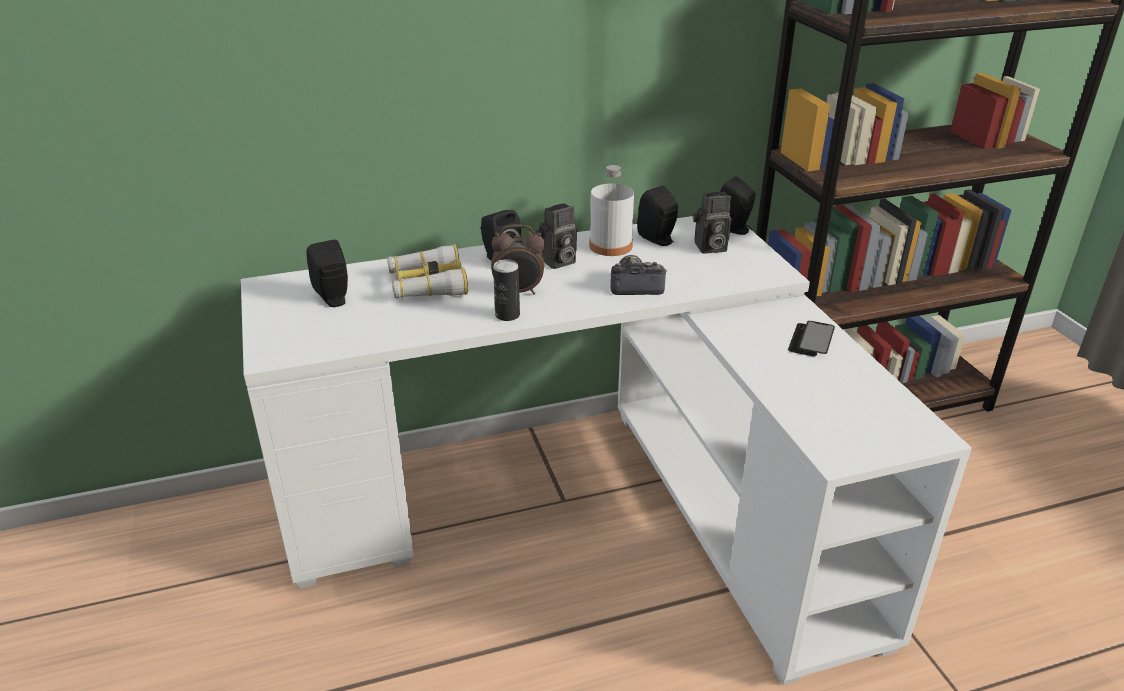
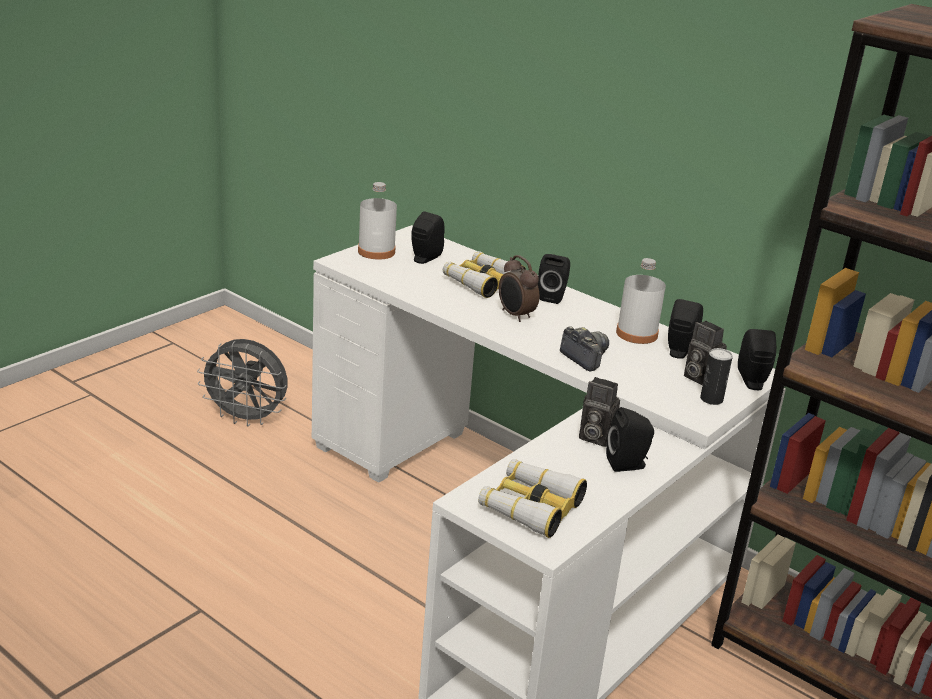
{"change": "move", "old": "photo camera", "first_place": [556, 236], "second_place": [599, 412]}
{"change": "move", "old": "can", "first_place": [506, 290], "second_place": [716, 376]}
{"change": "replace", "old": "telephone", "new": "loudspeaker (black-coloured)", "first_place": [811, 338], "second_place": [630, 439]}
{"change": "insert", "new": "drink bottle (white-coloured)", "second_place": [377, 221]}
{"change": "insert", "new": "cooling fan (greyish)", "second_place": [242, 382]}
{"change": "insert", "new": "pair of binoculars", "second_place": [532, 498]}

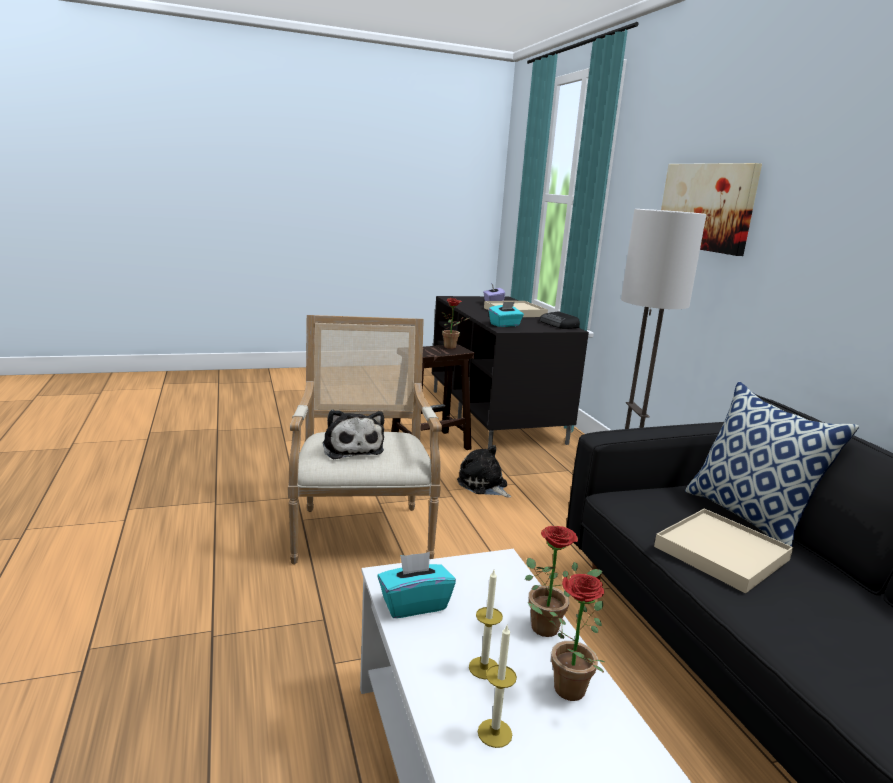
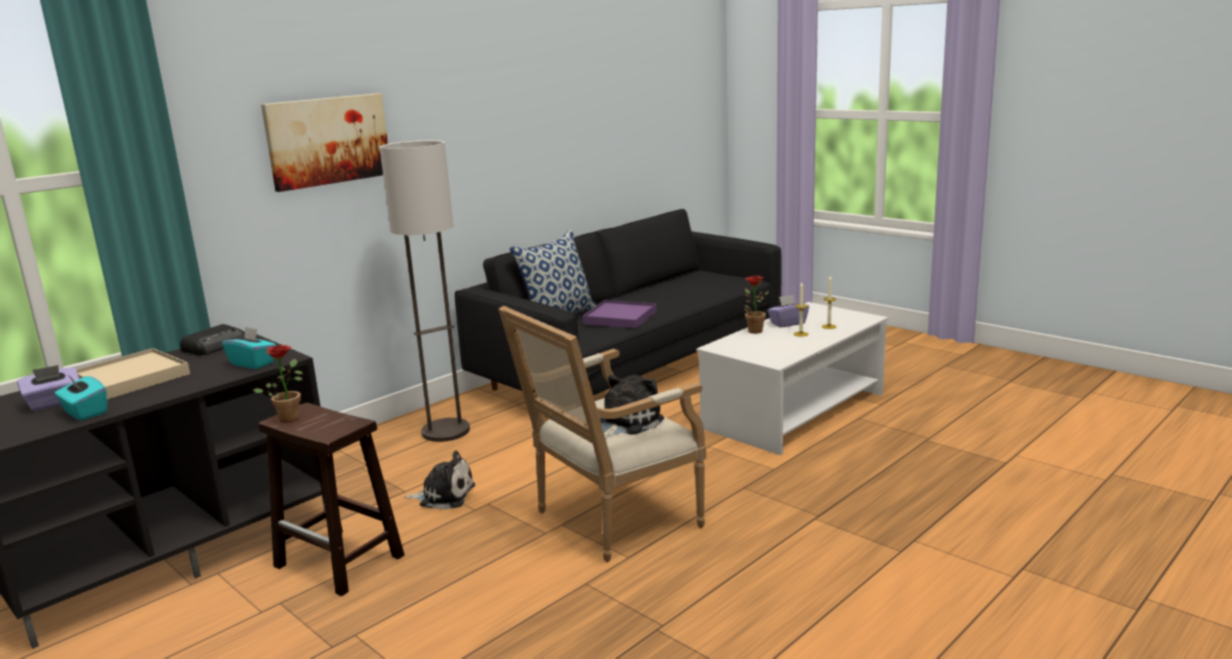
{"change": "rotate", "old": "cuddly toy", "first_place": [484, 471], "second_place": [439, 480], "degrees": -105}
{"change": "recolor", "old": "tray (beige-coloured)", "new": "tray (purple-coloured)", "first_place": [723, 551], "second_place": [619, 314]}
{"change": "move", "old": "tissue holder (turquoise-coloured)", "first_place": [416, 585], "second_place": [80, 397]}
{"change": "replace", "old": "houseplant", "new": "tissue holder (purple-coloured)", "first_place": [566, 637], "second_place": [788, 311]}

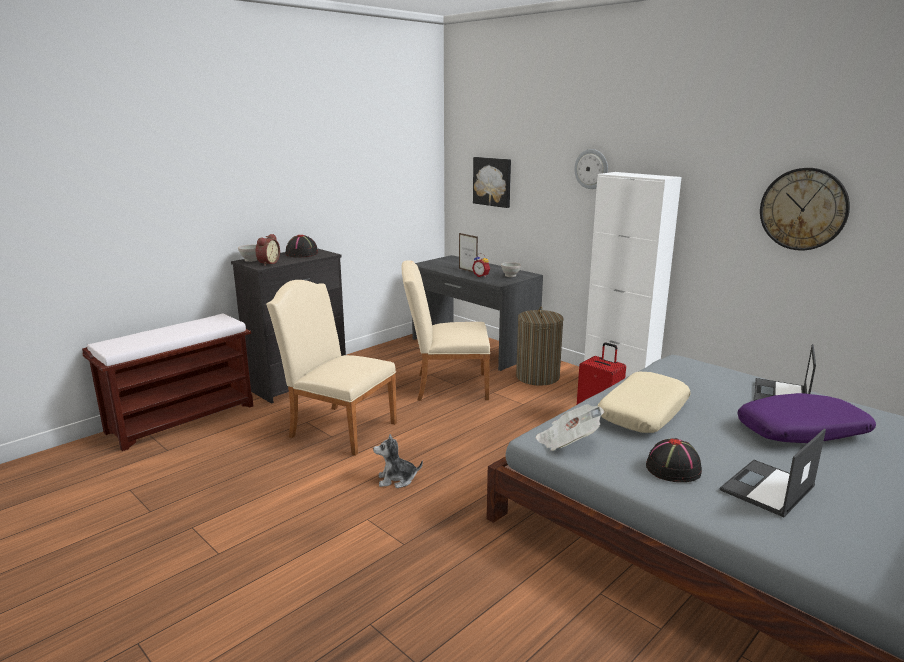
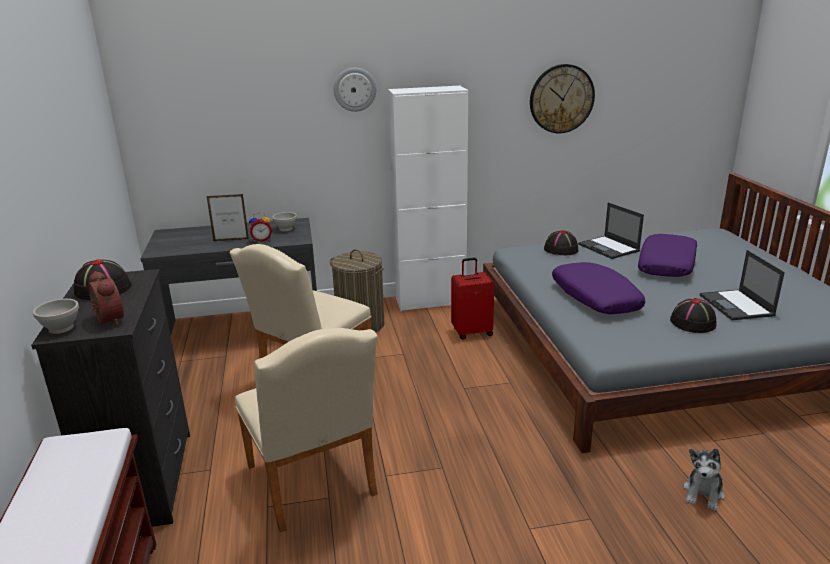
{"change": "delete", "old": "picture", "first_place": [492, 182]}
{"change": "rotate", "old": "plain chair (beige-coloured)", "first_place": [331, 368], "second_place": [306, 430], "degrees": -90}
{"change": "recolor", "old": "throw pillow (beige-coloured)", "new": "throw pillow (purple-coloured)", "first_place": [644, 402], "second_place": [598, 288]}
{"change": "delete", "old": "daily paper", "first_place": [570, 427]}
{"change": "move", "old": "cuddly toy", "first_place": [398, 461], "second_place": [704, 479]}
{"change": "insert", "new": "wearable hat (black-coloured)", "second_place": [561, 242]}

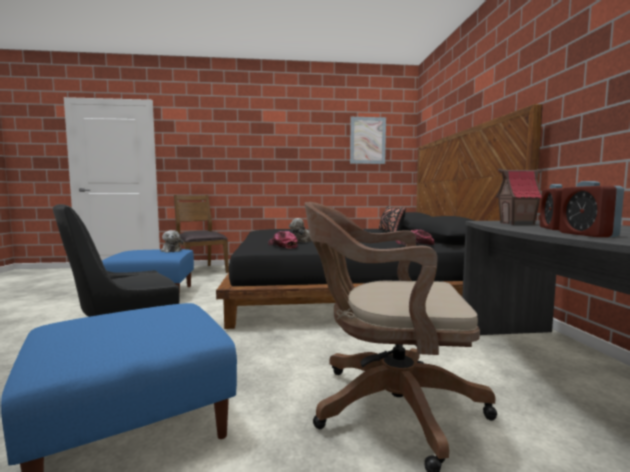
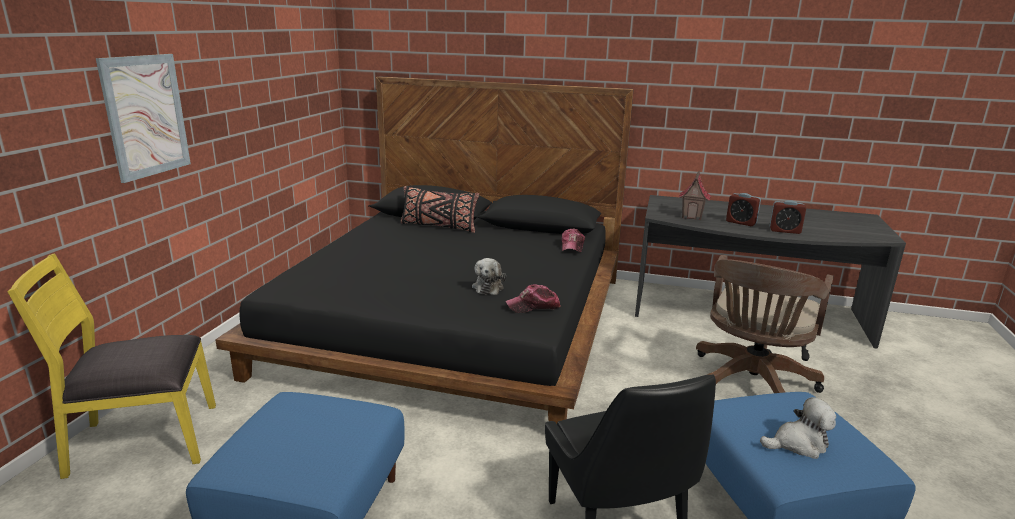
{"change": "move", "old": "picture", "first_place": [368, 140], "second_place": [143, 118]}
{"change": "recolor", "old": "plain chair (brownish)", "new": "plain chair (yellow)", "first_place": [201, 234], "second_place": [111, 366]}
{"change": "move", "old": "cuddly toy", "first_place": [172, 241], "second_place": [798, 428]}

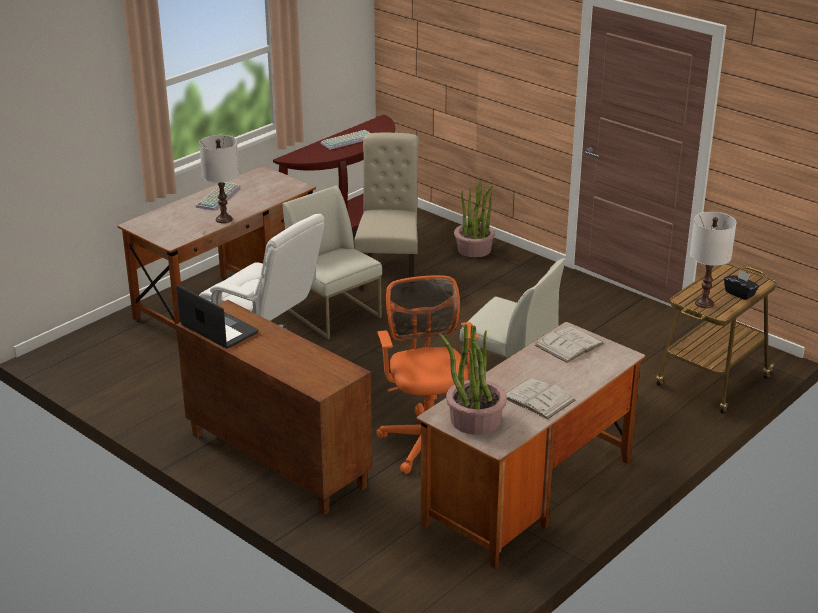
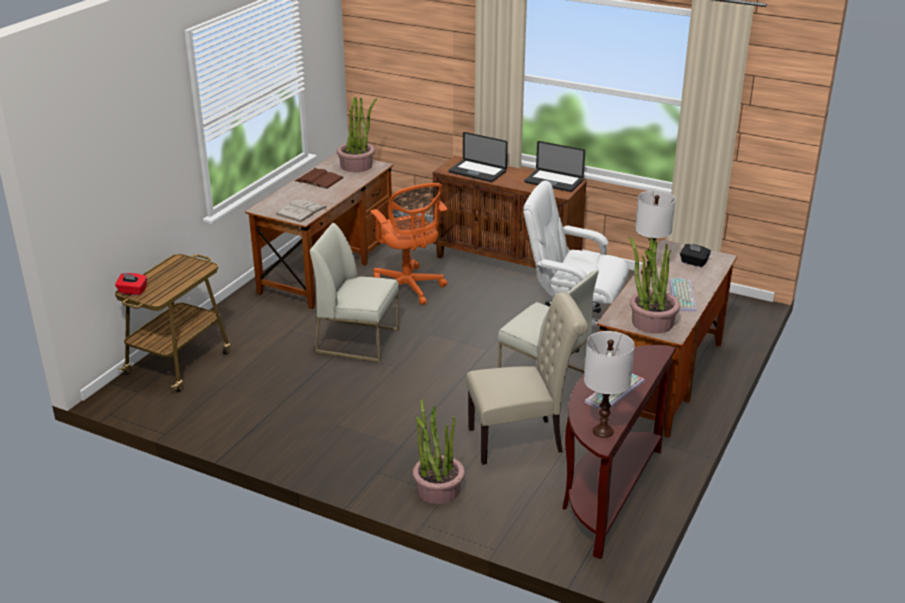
{"change": "rotate", "old": "plain chair (beige-coloured)", "first_place": [387, 212], "second_place": [527, 378], "degrees": -90}
{"change": "move", "old": "lamp for a table (white-coloured)", "first_place": [713, 260], "second_place": [609, 384]}
{"change": "move", "old": "tissue holder (black-coloured)", "first_place": [741, 285], "second_place": [695, 255]}
{"change": "recolor", "old": "volume (white-coloured)", "new": "volume (brownish)", "first_place": [541, 399], "second_place": [319, 178]}
{"change": "insert", "new": "notebook computer", "second_place": [478, 157]}
{"change": "insert", "new": "houseplant", "second_place": [654, 285]}
{"change": "insert", "new": "tissue holder (reddish)", "second_place": [131, 284]}

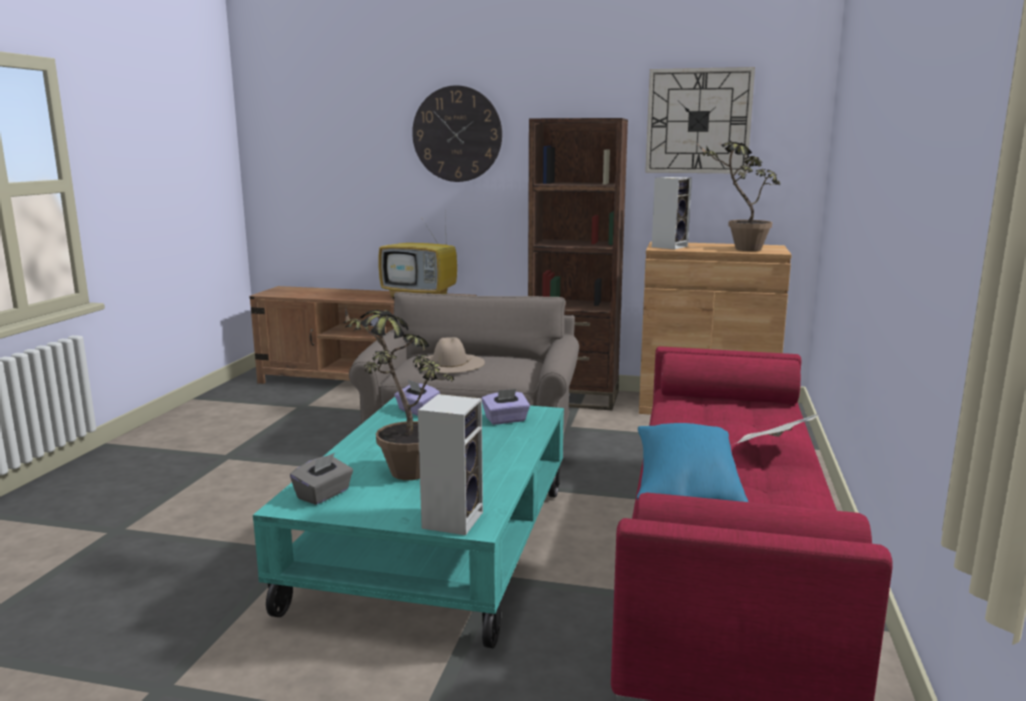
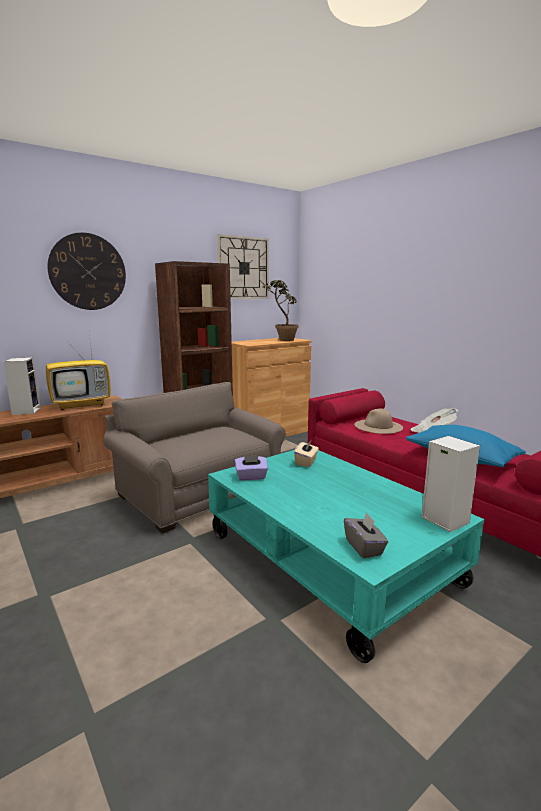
{"change": "move", "old": "loudspeaker", "first_place": [672, 213], "second_place": [22, 386]}
{"change": "delete", "old": "houseplant", "first_place": [398, 392]}
{"change": "move", "old": "wearable hat (beige-coloured)", "first_place": [450, 355], "second_place": [378, 421]}
{"change": "recolor", "old": "tissue holder (purple-coloured)", "new": "tissue holder (beige-coloured)", "first_place": [506, 407], "second_place": [306, 453]}

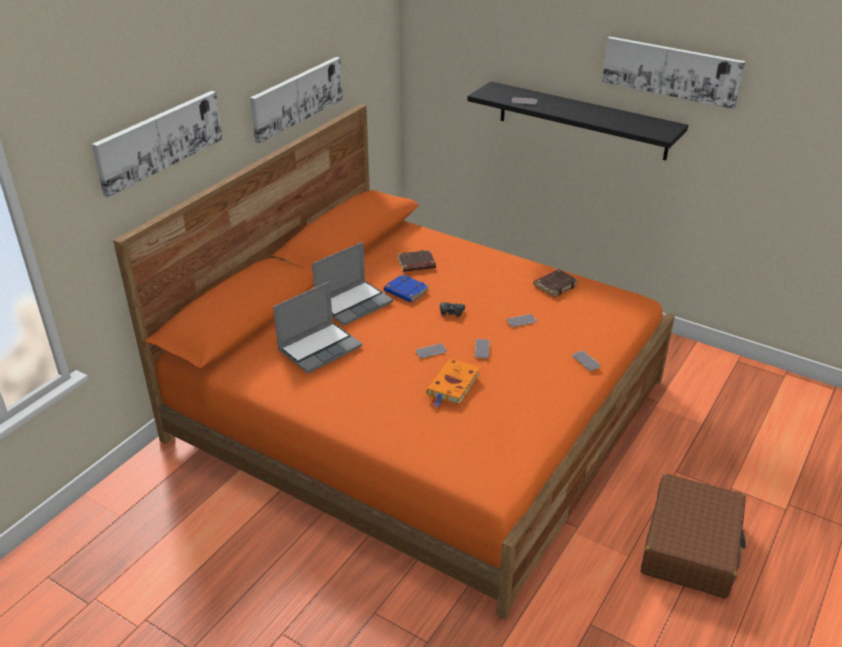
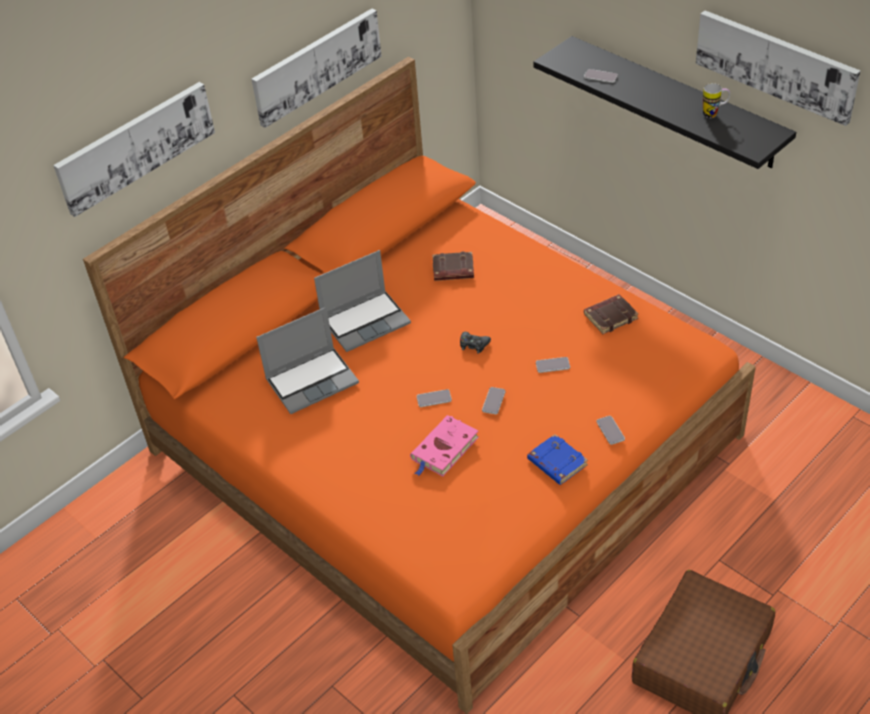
{"change": "move", "old": "volume (bluish)", "first_place": [406, 288], "second_place": [557, 459]}
{"change": "recolor", "old": "volume (orange)", "new": "volume (pinkish)", "first_place": [453, 382], "second_place": [444, 445]}
{"change": "insert", "new": "mug", "second_place": [716, 100]}

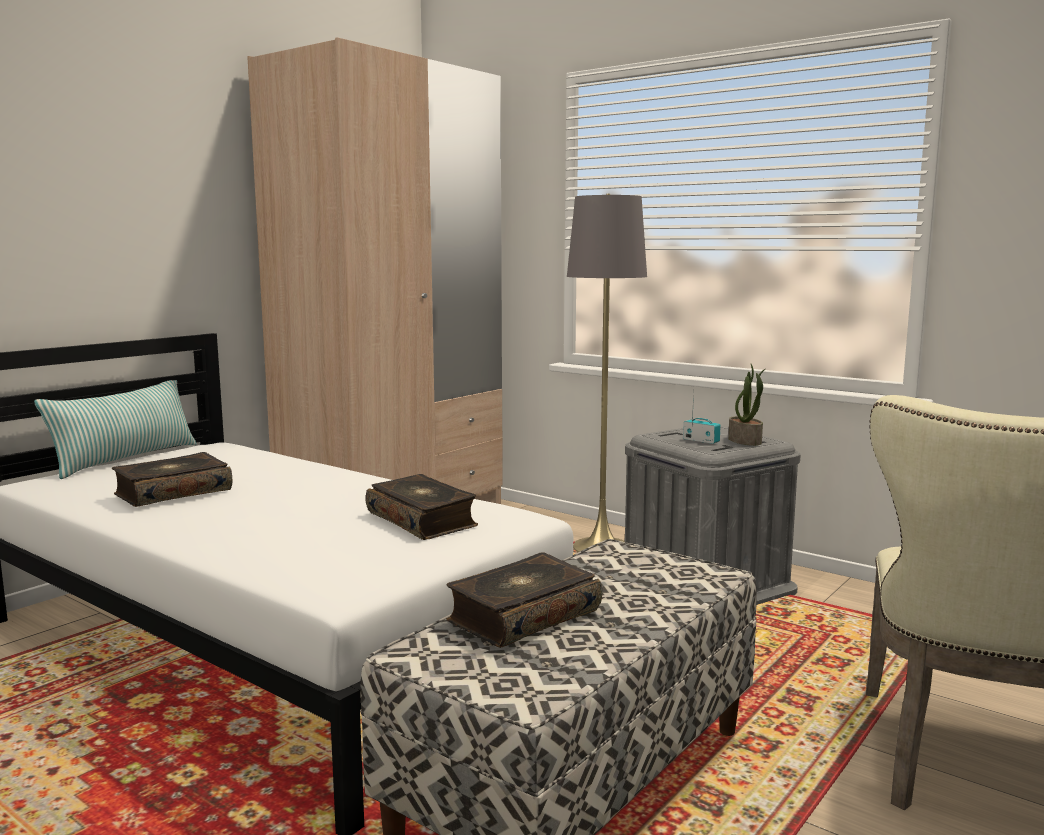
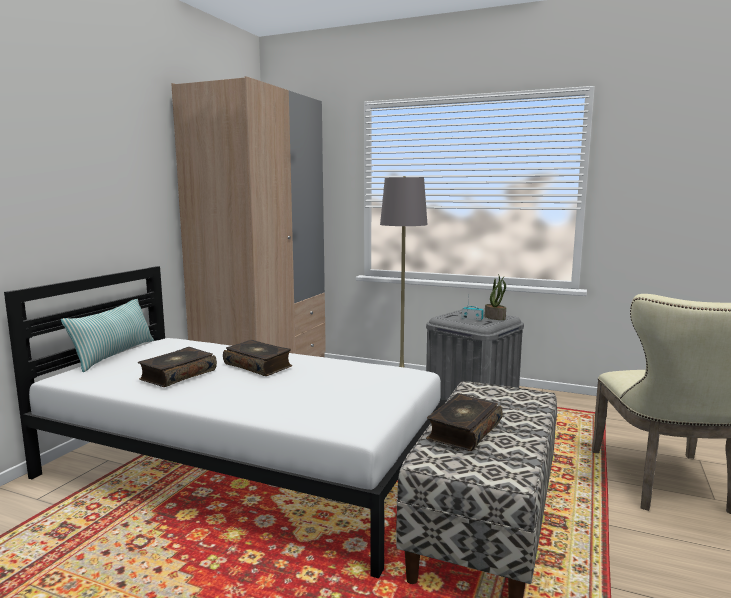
{"change": "move", "old": "volume", "first_place": [421, 507], "second_place": [257, 358]}

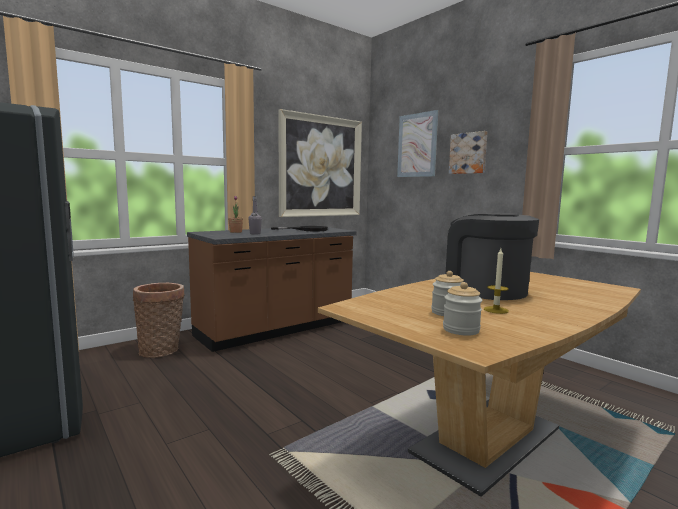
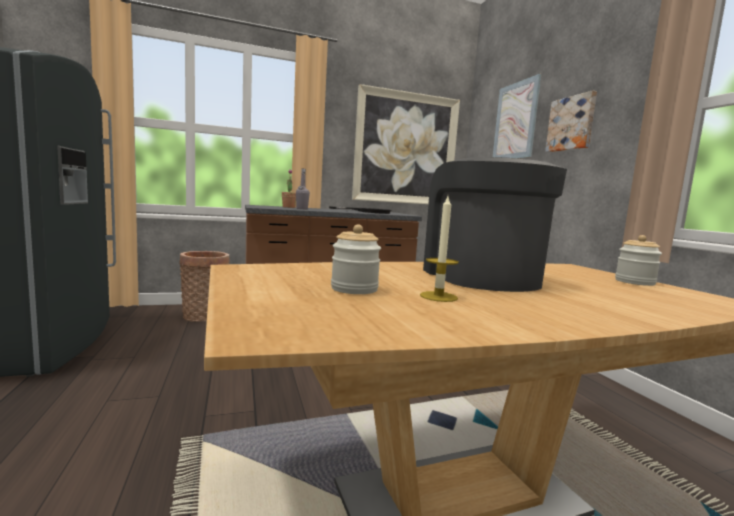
{"change": "move", "old": "jar", "first_place": [462, 309], "second_place": [638, 260]}

